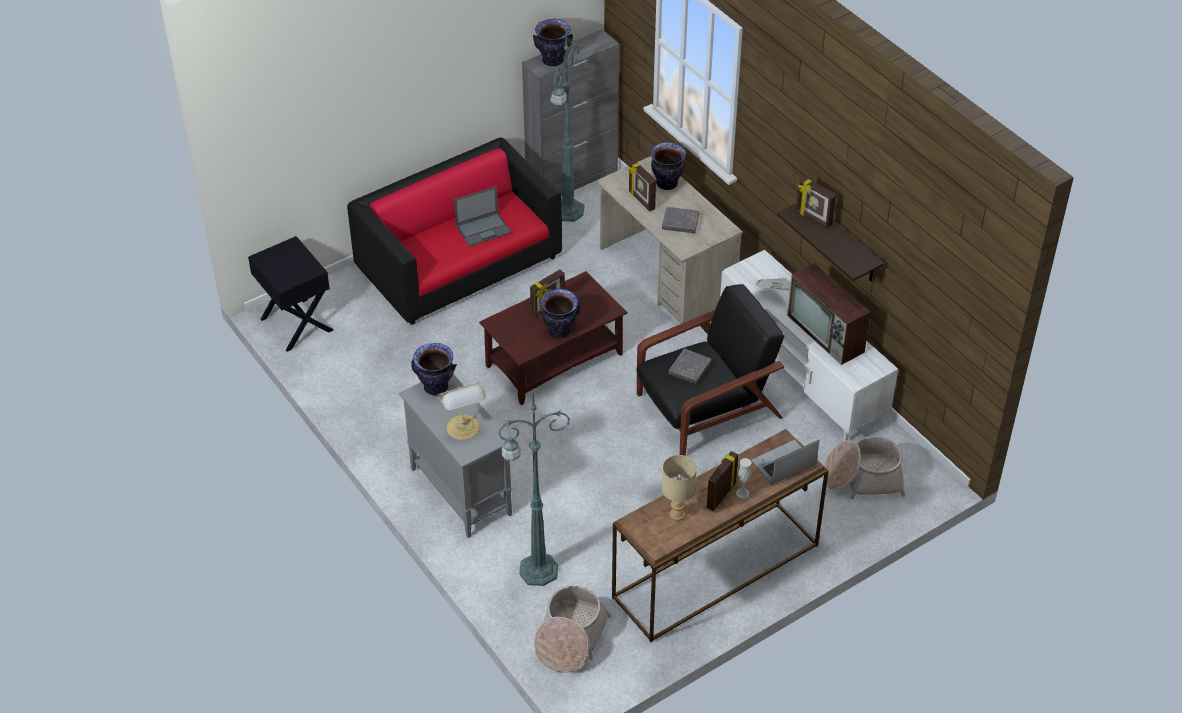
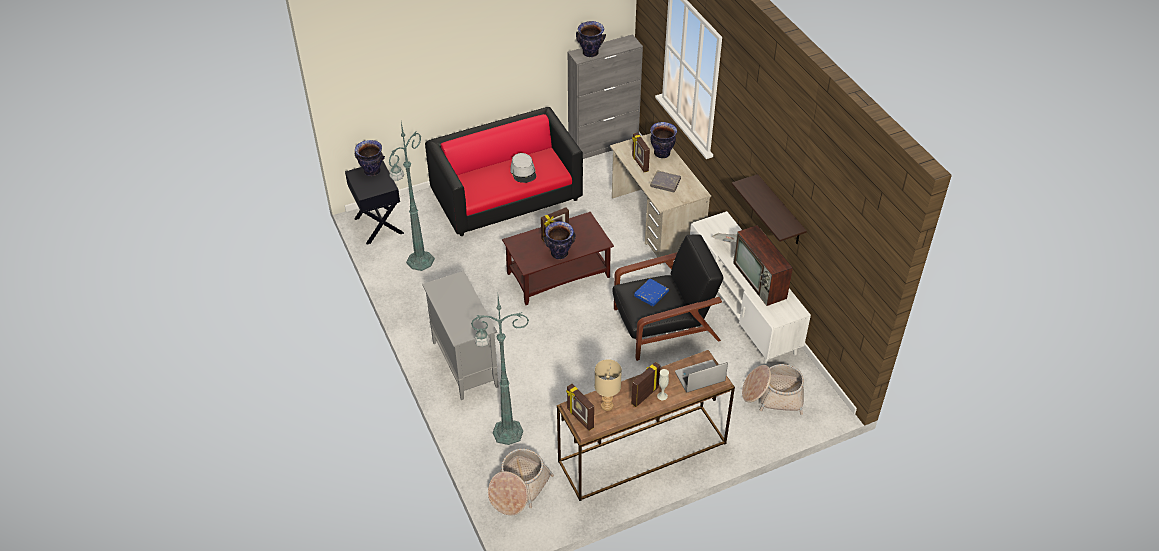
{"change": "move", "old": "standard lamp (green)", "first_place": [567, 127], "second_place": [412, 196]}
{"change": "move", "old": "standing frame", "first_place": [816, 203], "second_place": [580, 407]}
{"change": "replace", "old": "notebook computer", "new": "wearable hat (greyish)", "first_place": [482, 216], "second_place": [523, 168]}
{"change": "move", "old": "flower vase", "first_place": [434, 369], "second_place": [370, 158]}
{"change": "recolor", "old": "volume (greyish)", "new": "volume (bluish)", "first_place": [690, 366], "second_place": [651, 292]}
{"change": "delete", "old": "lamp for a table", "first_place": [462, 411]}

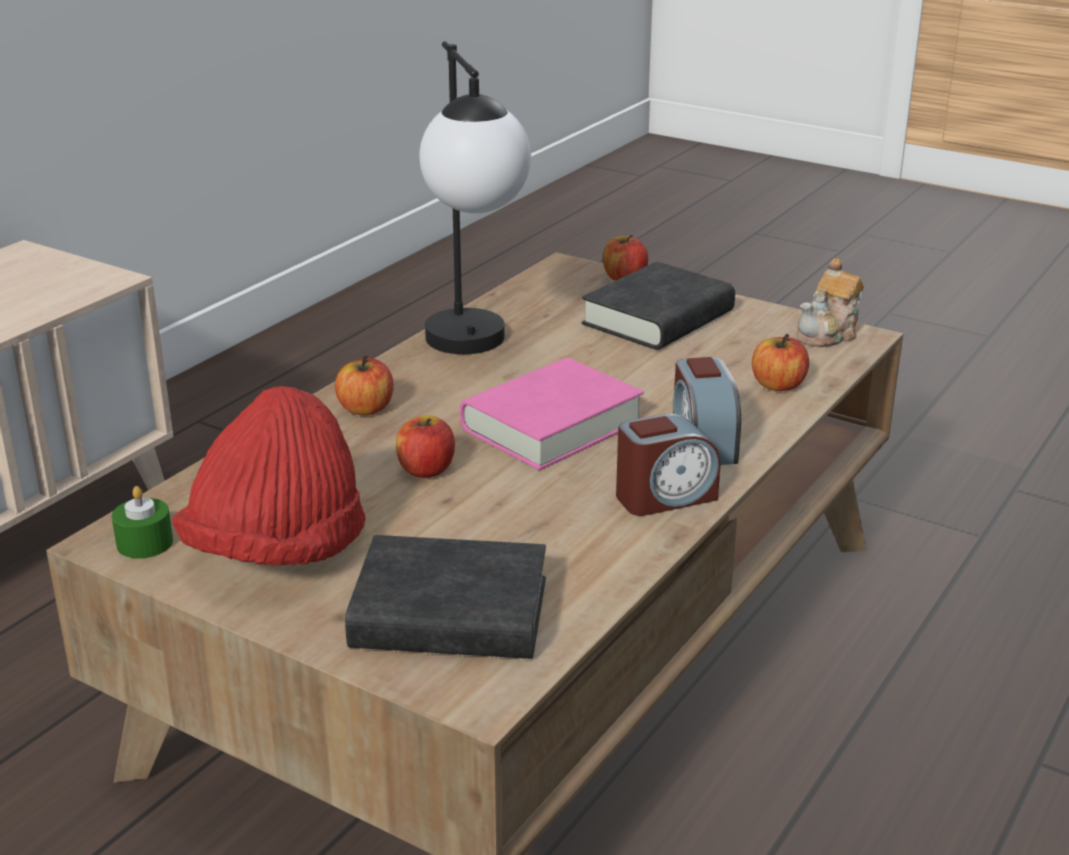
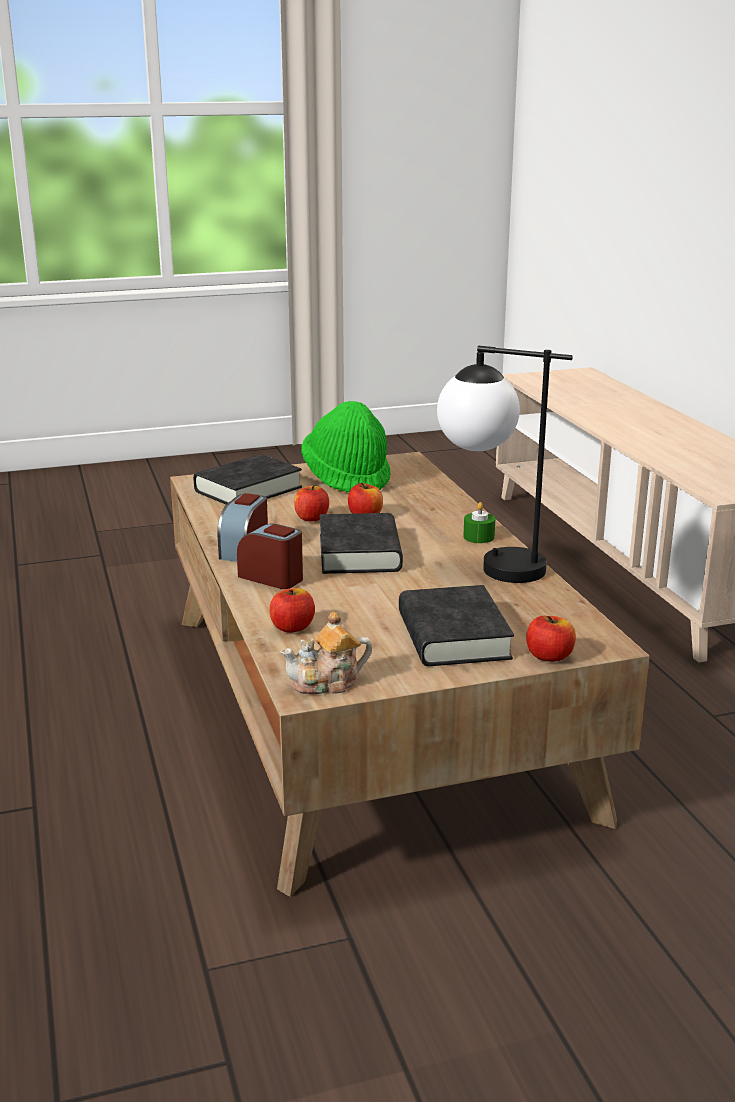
{"change": "rotate", "old": "pot for tea", "first_place": [830, 302], "second_place": [326, 652], "degrees": -105}
{"change": "move", "old": "apple fruit", "first_place": [364, 385], "second_place": [311, 504]}
{"change": "recolor", "old": "volume (pinkish)", "new": "volume (black-coloured)", "first_place": [552, 414], "second_place": [361, 543]}
{"change": "recolor", "old": "wearable hat (reddish)", "new": "wearable hat (green)", "first_place": [269, 475], "second_place": [346, 446]}
{"change": "move", "old": "wax light (green)", "first_place": [142, 522], "second_place": [479, 522]}

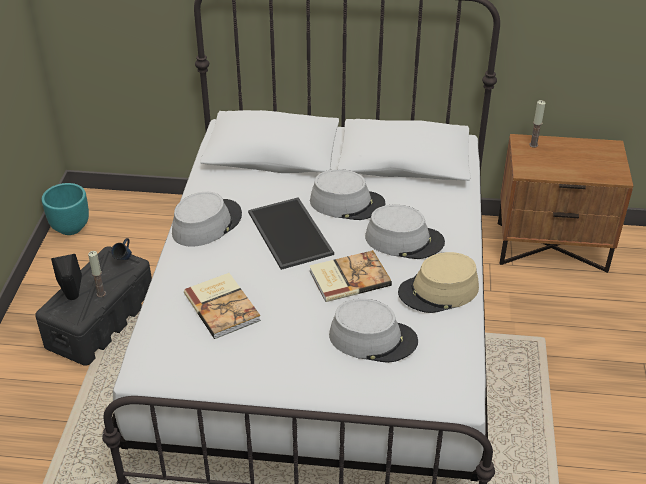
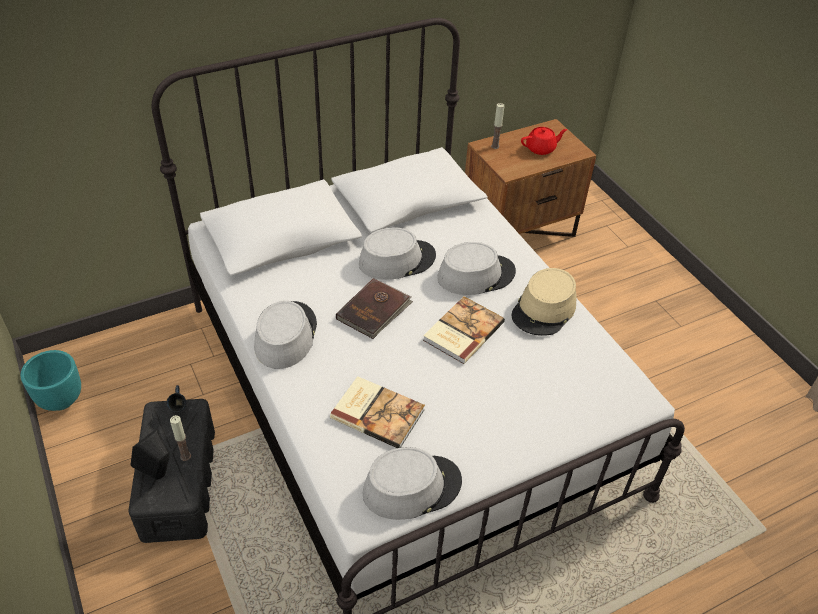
{"change": "replace", "old": "tray", "new": "volume (brownish)", "first_place": [291, 233], "second_place": [374, 308]}
{"change": "move", "old": "wearable hat (greyish)", "first_place": [373, 331], "second_place": [412, 483]}
{"change": "insert", "new": "pot for tea (reddish)", "second_place": [544, 141]}

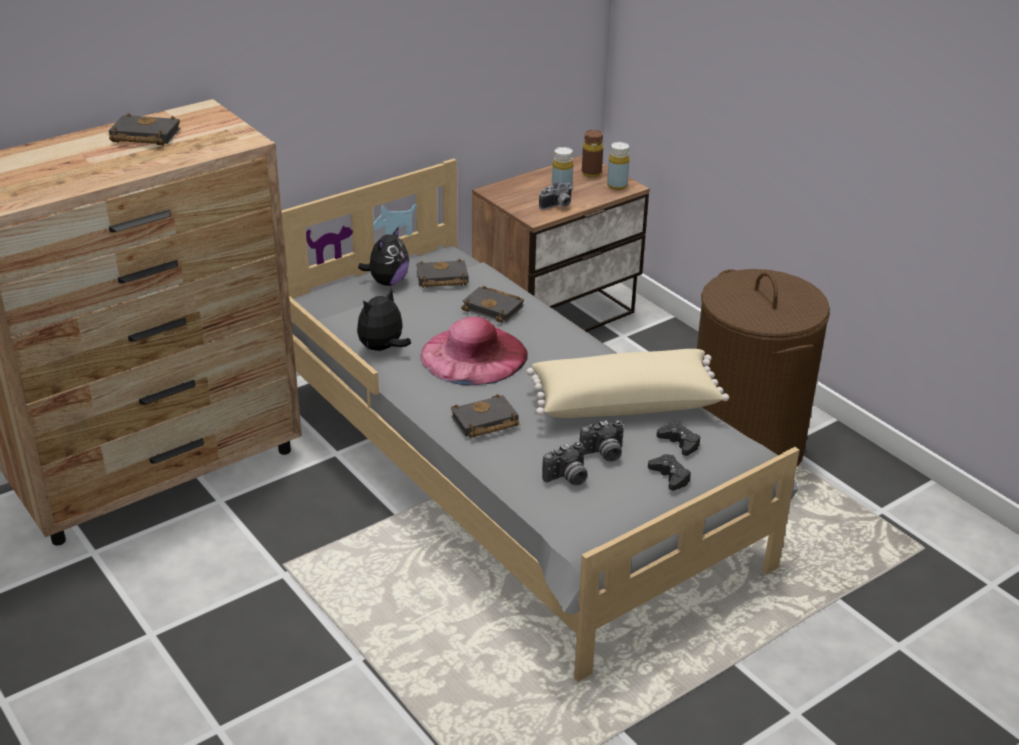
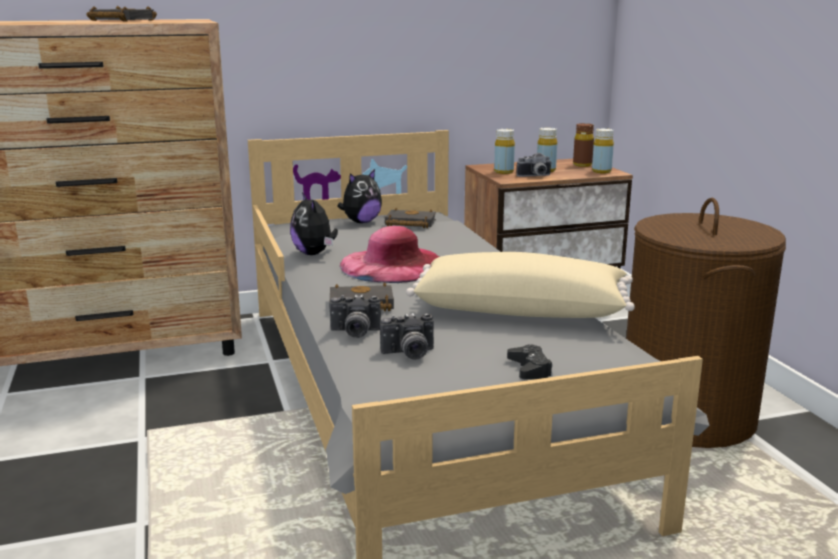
{"change": "delete", "old": "volume (black-coloured)", "first_place": [492, 304]}
{"change": "rotate", "old": "cuddly toy", "first_place": [384, 319], "second_place": [314, 223], "degrees": -90}
{"change": "move", "old": "photo camera", "first_place": [602, 441], "second_place": [355, 316]}
{"change": "delete", "old": "gamepad (black-coloured)", "first_place": [678, 439]}
{"change": "insert", "new": "drink bottle (yellow)", "second_place": [504, 151]}

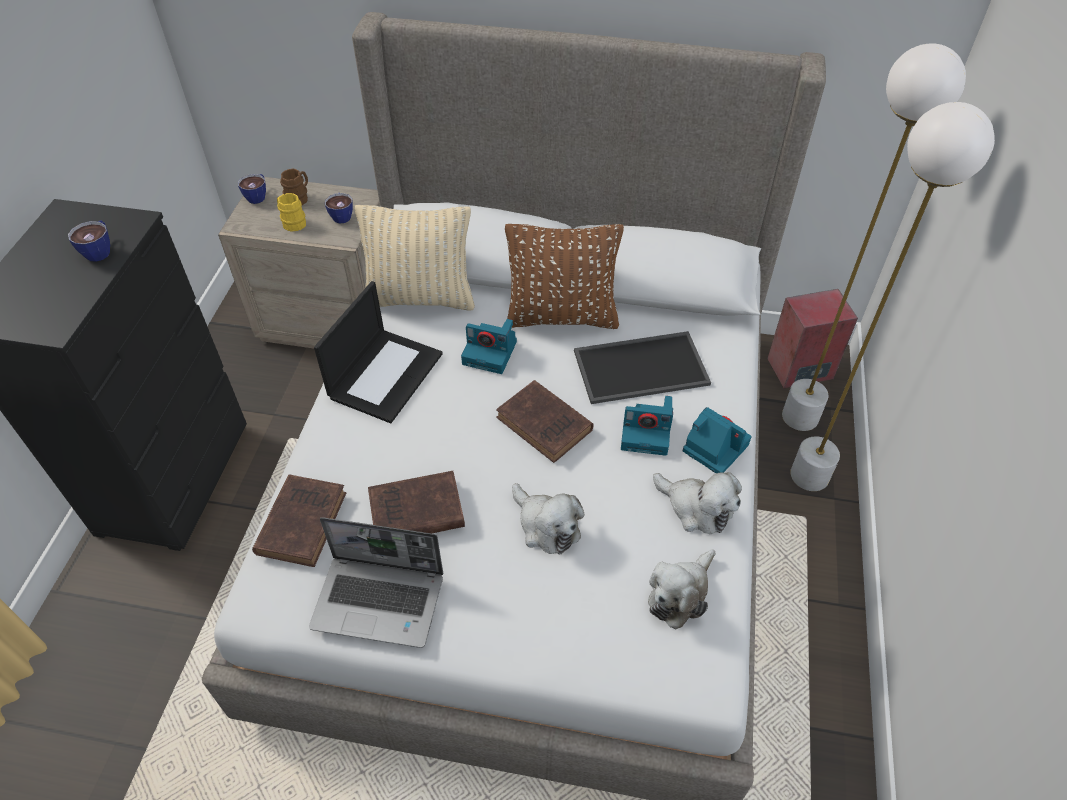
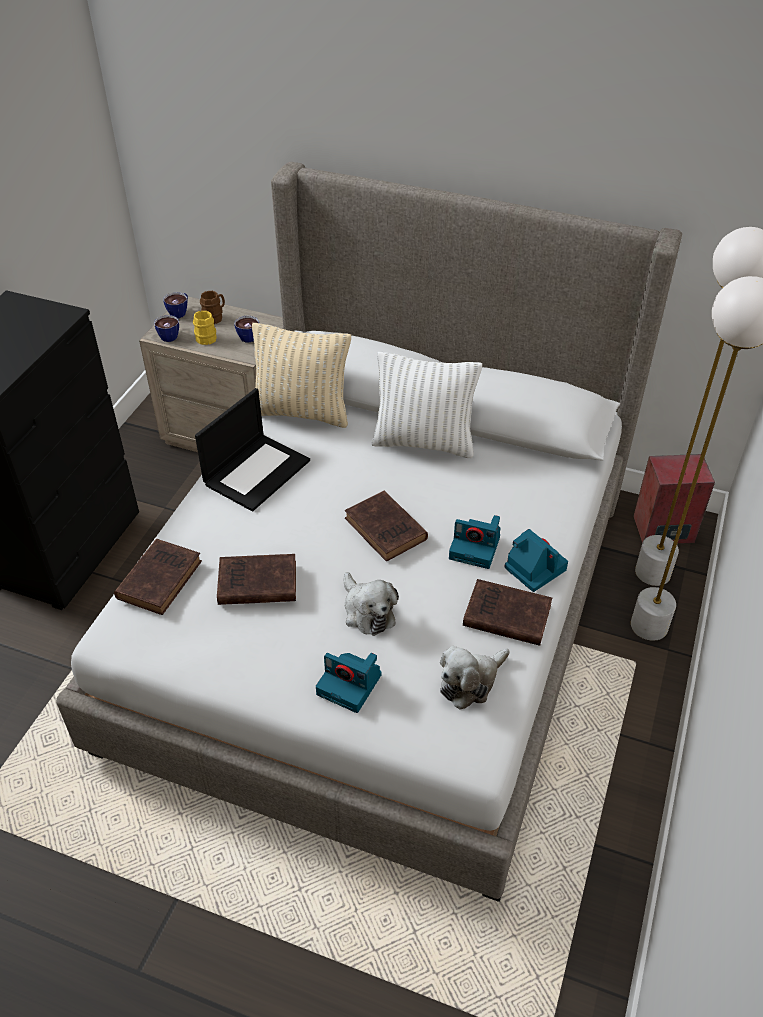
{"change": "move", "old": "cup", "first_place": [89, 241], "second_place": [166, 328]}
{"change": "recolor", "old": "throw pillow (brownish)", "new": "throw pillow (white-coloured)", "first_place": [564, 276], "second_place": [427, 405]}
{"change": "move", "old": "photo camera", "first_place": [489, 346], "second_place": [349, 683]}
{"change": "delete", "old": "tray", "first_place": [642, 367]}
{"change": "replace", "old": "cuddly toy", "new": "volume (brownish)", "first_place": [697, 503], "second_place": [507, 612]}
{"change": "delete", "old": "notebook computer", "first_place": [376, 583]}

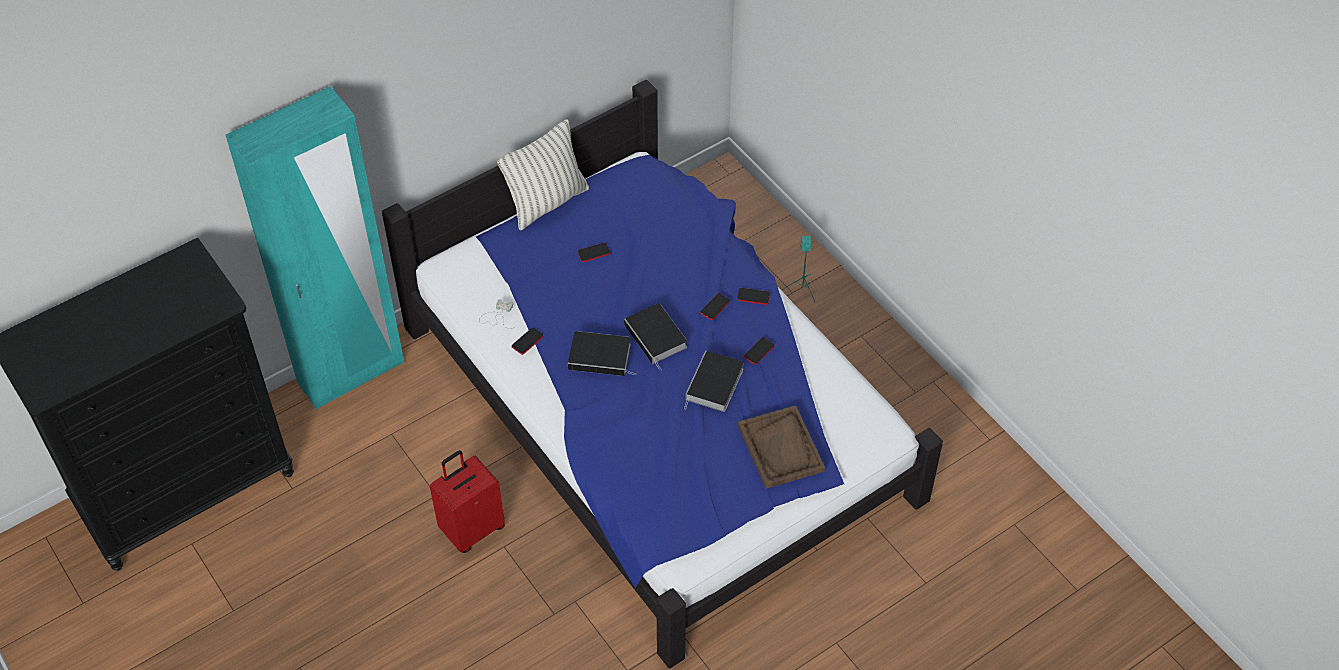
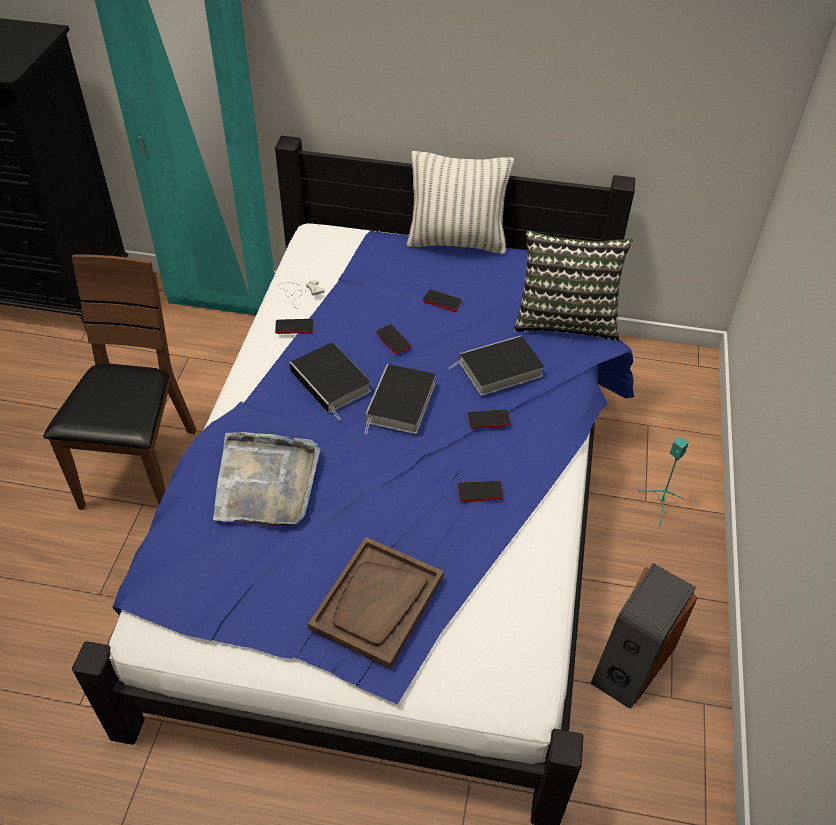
{"change": "move", "old": "telephone", "first_place": [753, 296], "second_place": [393, 339]}
{"change": "move", "old": "volume", "first_place": [714, 381], "second_place": [496, 365]}
{"change": "replace", "old": "suitcase (reddish)", "new": "plain chair (brownish)", "first_place": [467, 501], "second_place": [119, 382]}
{"change": "insert", "new": "throw pillow", "second_place": [573, 286]}
{"change": "insert", "new": "tray (greyish)", "second_place": [266, 479]}
{"change": "insert", "new": "loudspeaker", "second_place": [644, 636]}

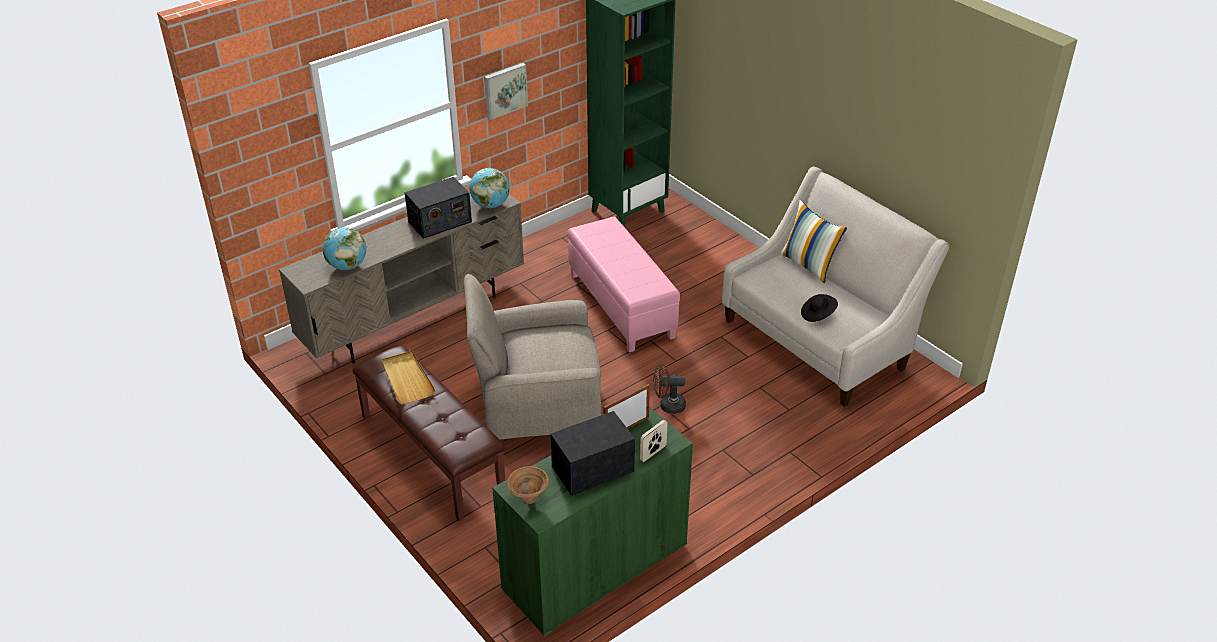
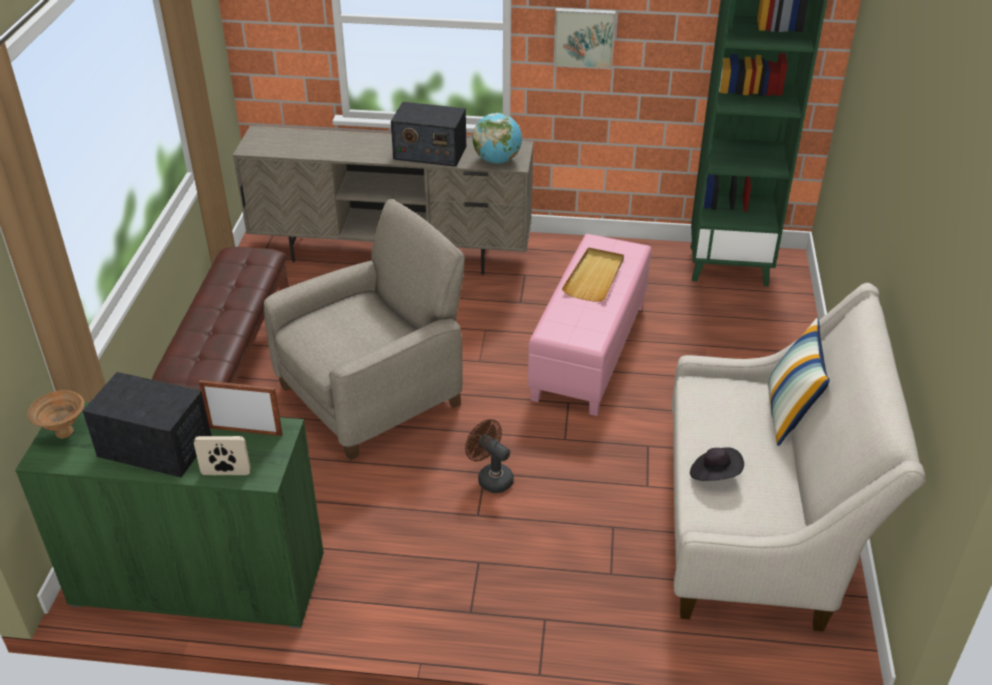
{"change": "delete", "old": "globe", "first_place": [345, 248]}
{"change": "rotate", "old": "easy chair (beige-coloured)", "first_place": [532, 357], "second_place": [364, 330], "degrees": 105}
{"change": "move", "old": "tray (beige-coloured)", "first_place": [408, 377], "second_place": [593, 274]}

